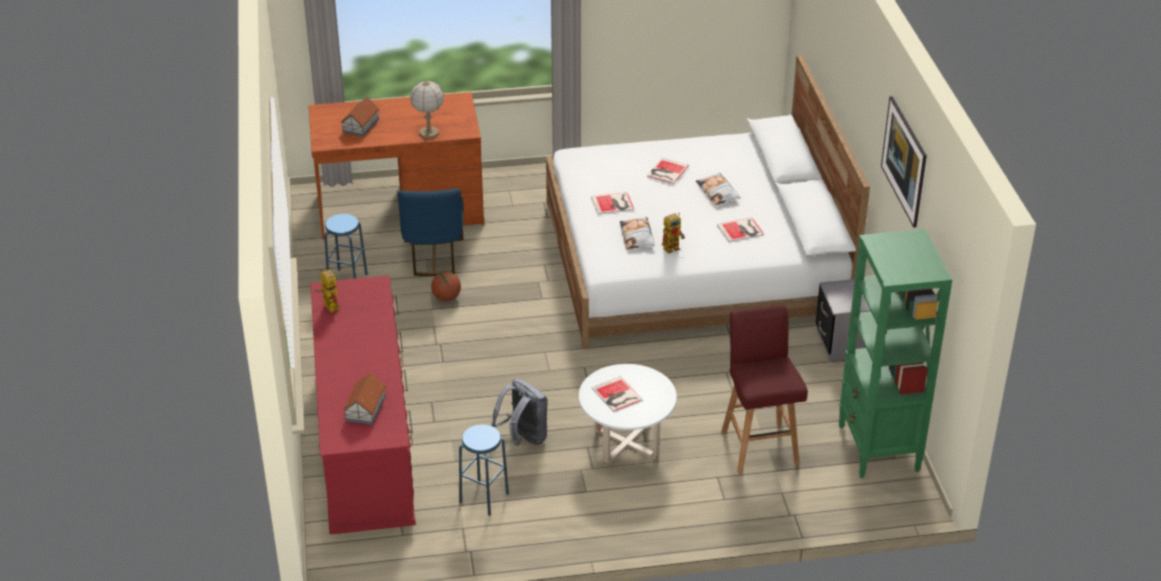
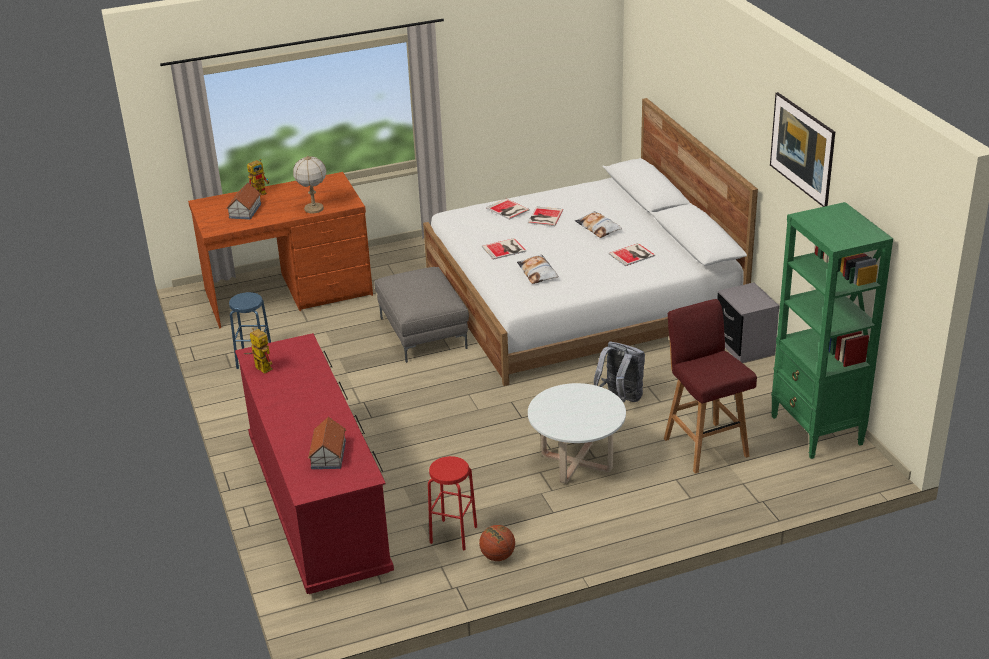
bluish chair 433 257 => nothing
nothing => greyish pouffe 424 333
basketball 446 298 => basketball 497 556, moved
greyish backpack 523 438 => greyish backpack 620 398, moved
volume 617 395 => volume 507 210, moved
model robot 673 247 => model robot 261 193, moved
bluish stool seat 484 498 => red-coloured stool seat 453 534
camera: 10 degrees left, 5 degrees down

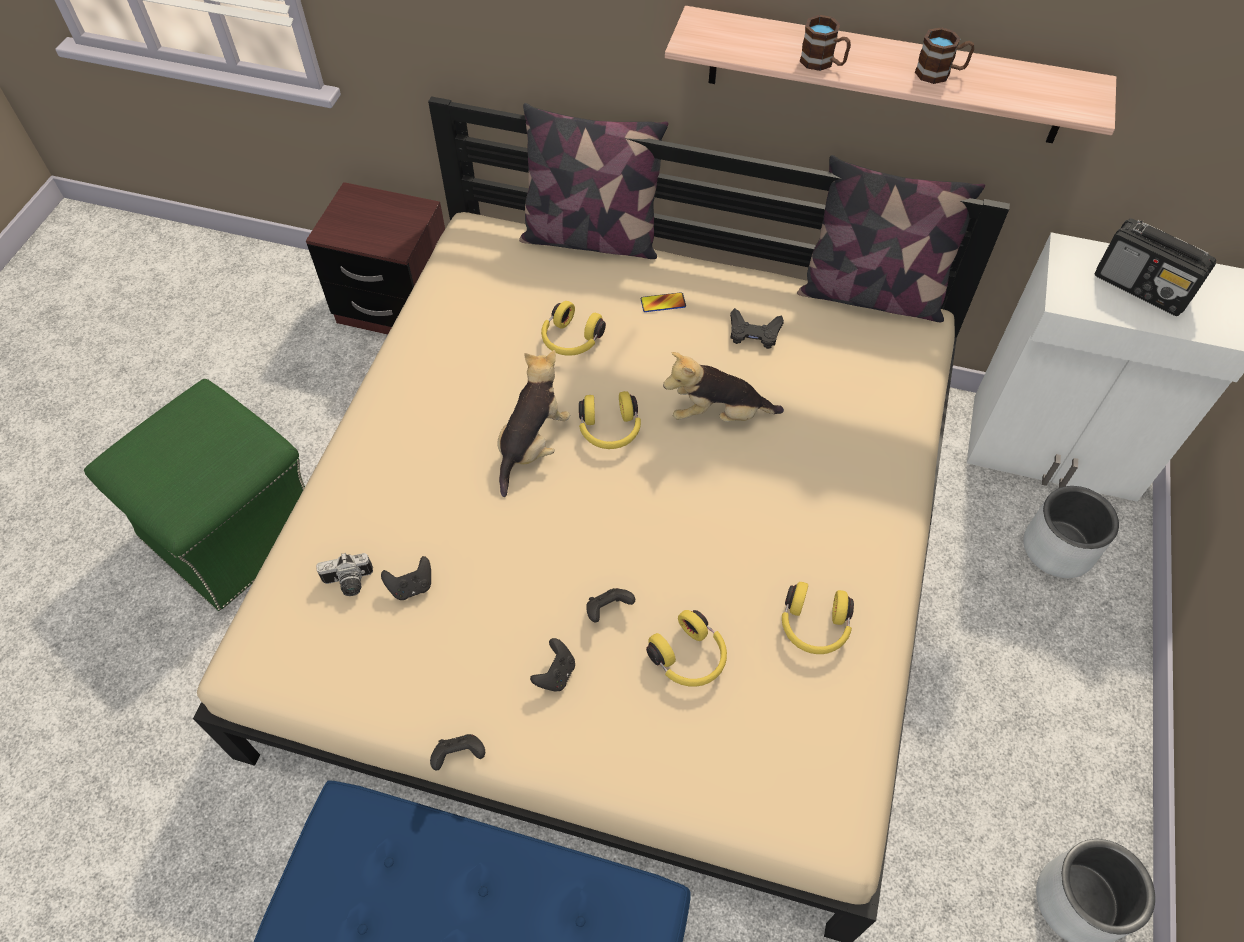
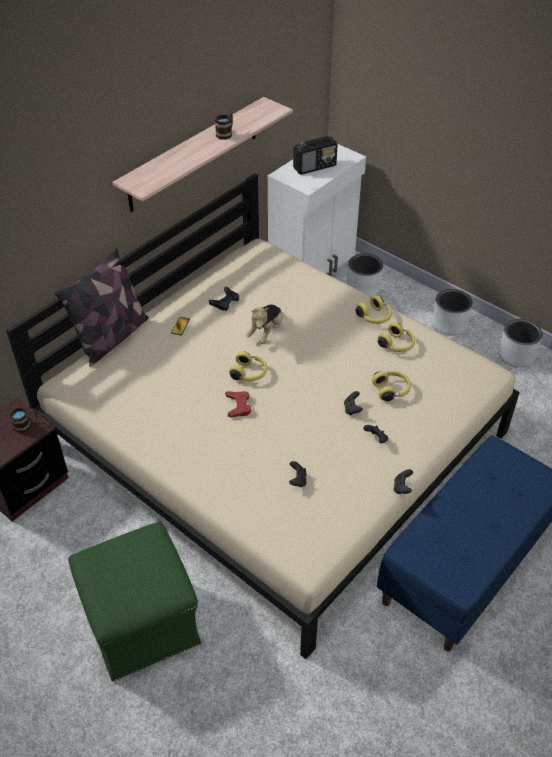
still camera 349 583 => nothing
throw pillow 871 295 => nothing
nothing => greyish plant pot 449 324
yellowish pair of headphones 571 340 => yellowish pair of headphones 374 317, moved
brownish mug 823 63 => brownish mug 26 425, moved
soft toy 532 445 => red-coloured joypad 238 406
camera: 65 degrees left, 10 degrees down

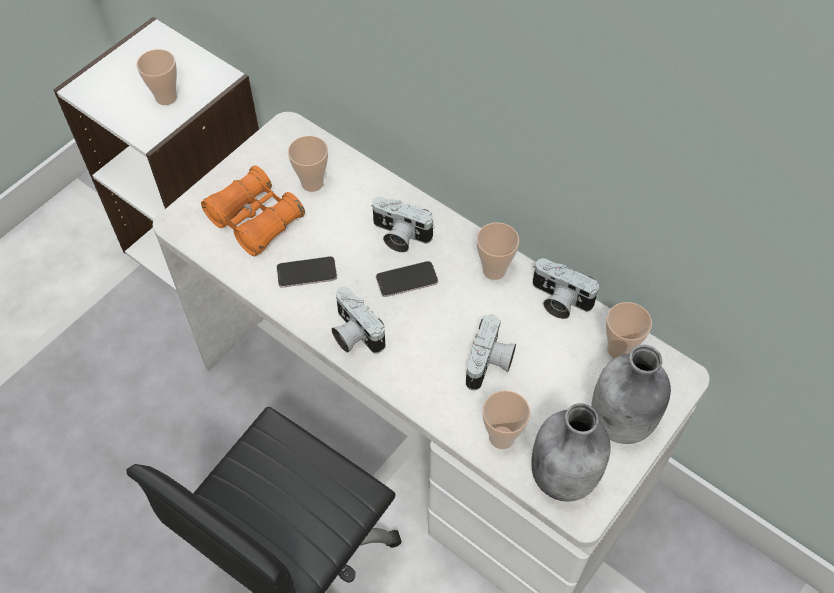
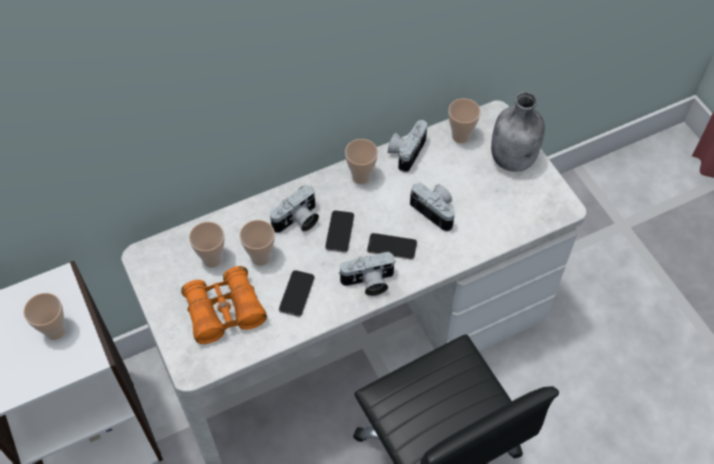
greyish drink bottle 564 475 => nothing
nothing => telephone 392 247
small cup 502 437 => small cup 260 257, moved
still camera 558 300 => still camera 406 151, 150 degrees clockwise
camera: 65 degrees left, 0 degrees up

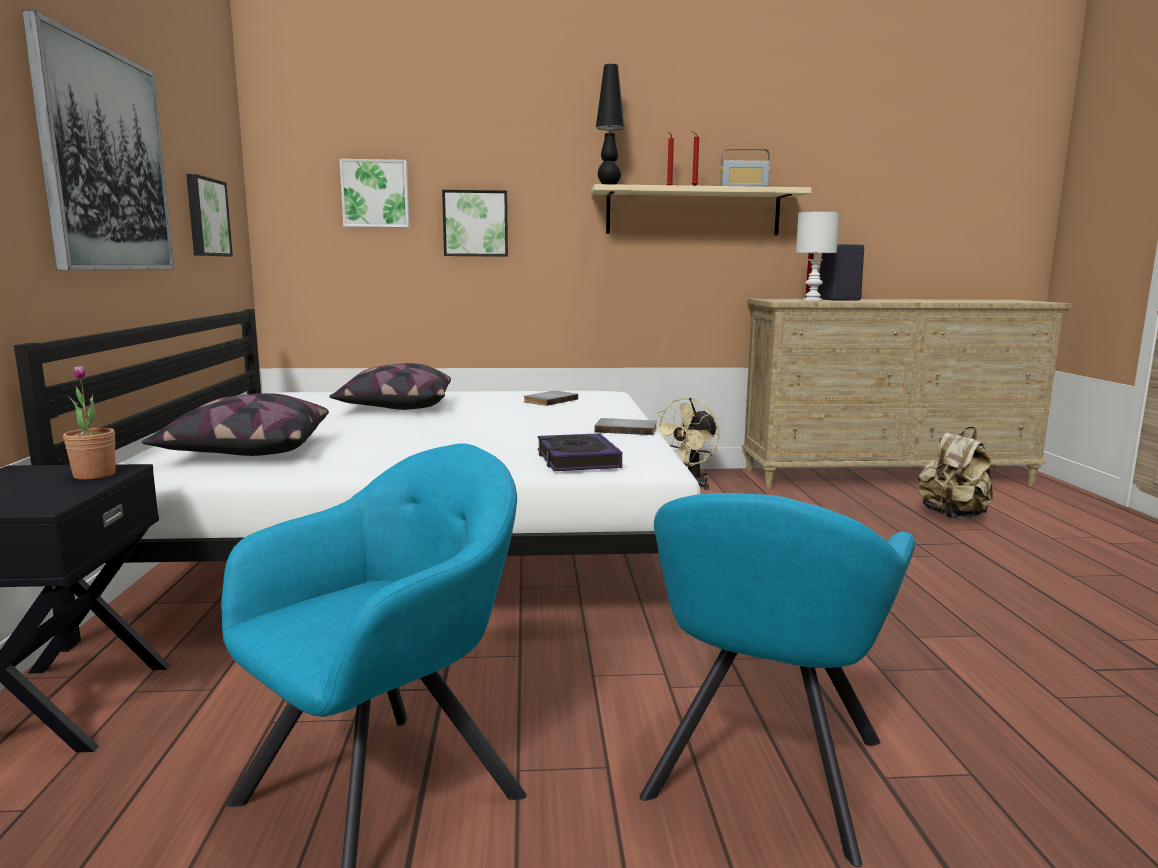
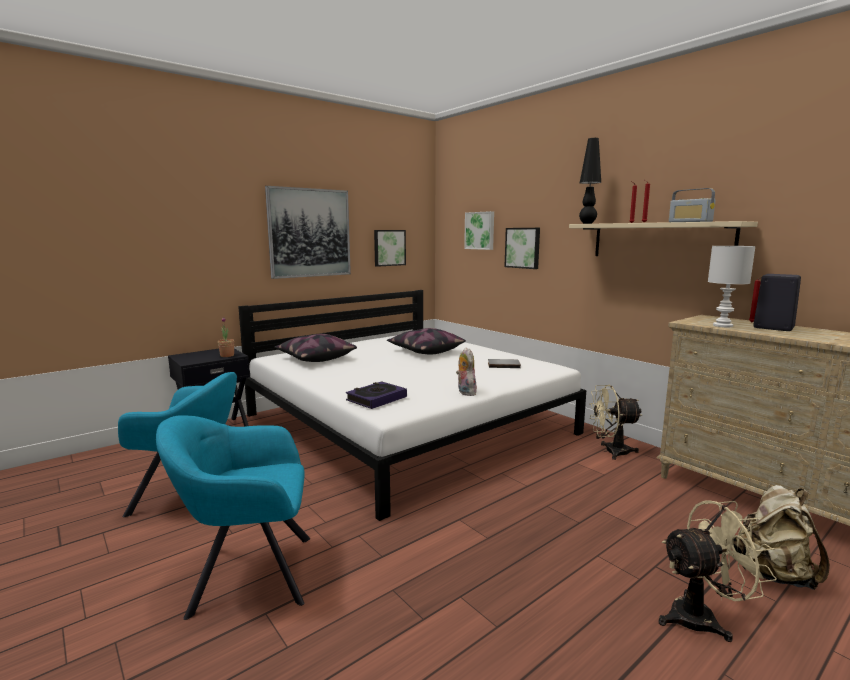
nothing => sand-coloured fan 702 617
greyish volume 626 429 => soft toy 465 392
camera: 55 degrees right, 0 degrees up

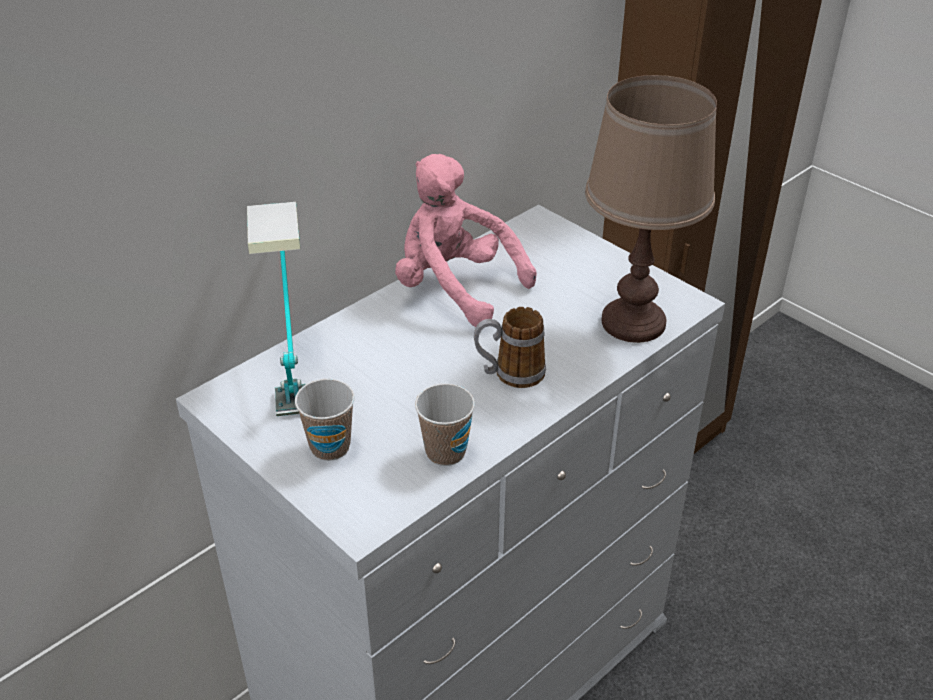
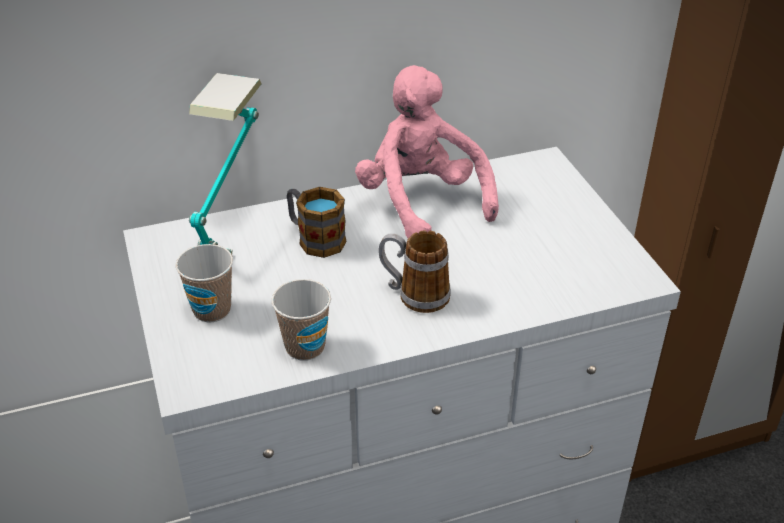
brownish lamp for a table 632 322 => nothing
nothing => mug 315 238
camera: 25 degrees right, 0 degrees up

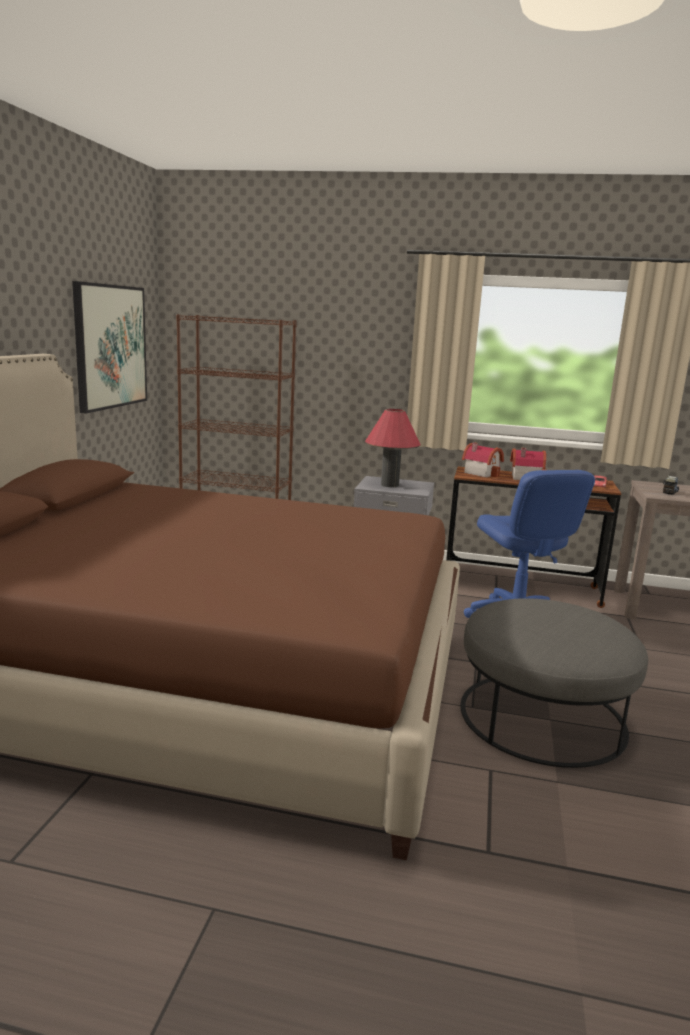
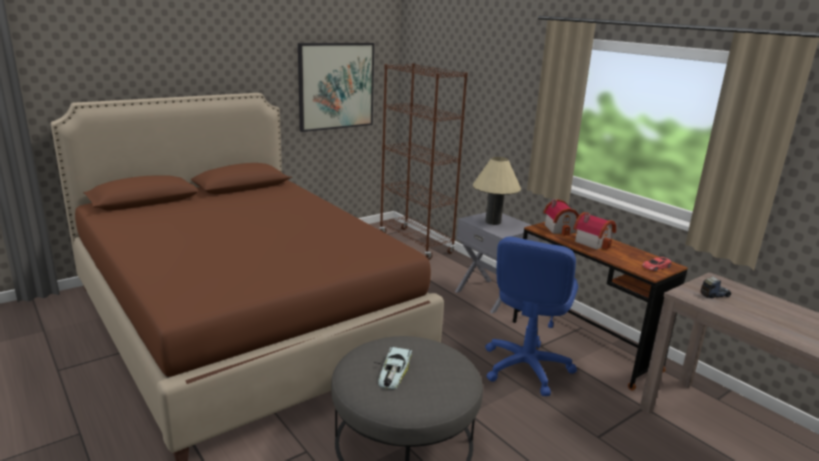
nothing => miniature car 393 372
red-coloured lamp for a table 389 485 => sand-coloured lamp for a table 493 222
camera: 40 degrees right, 5 degrees up

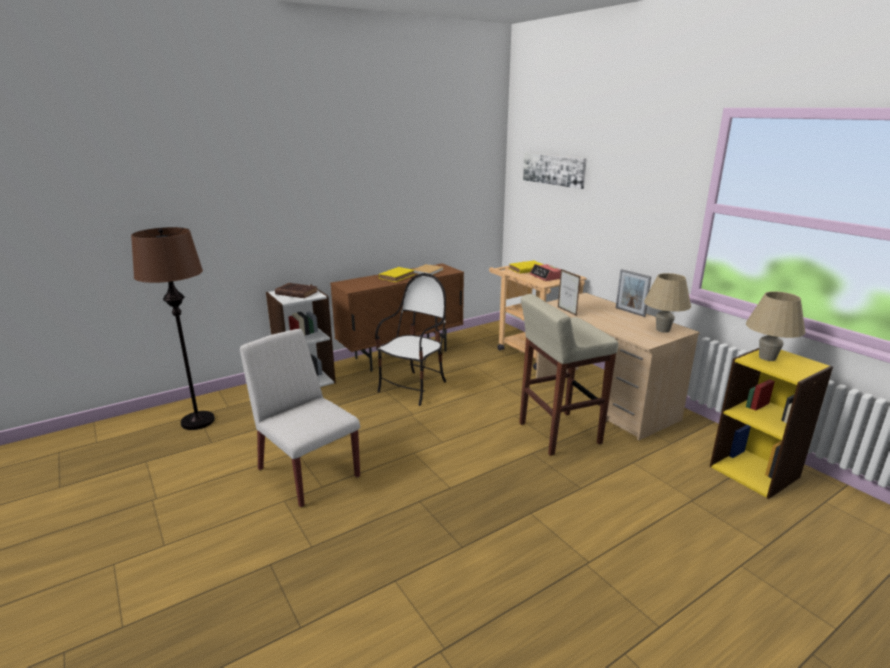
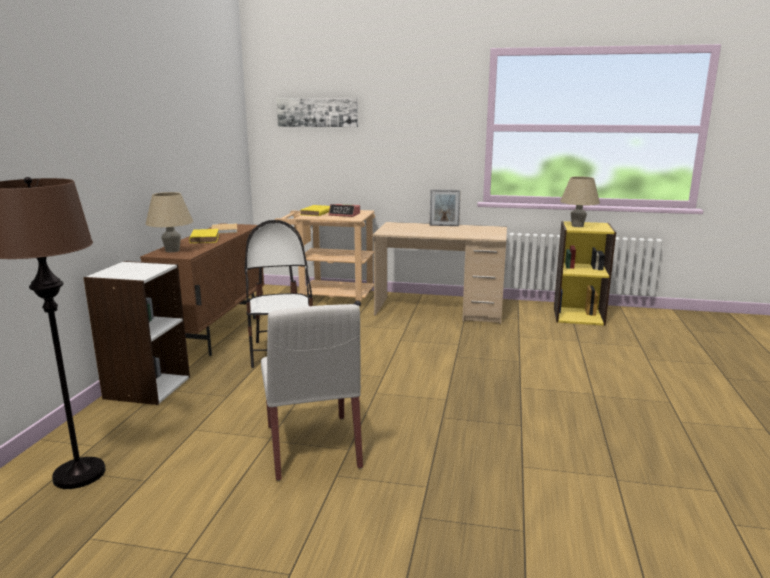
brownish volume 295 293 => nothing
sand-coloured stool seat 558 433 => nothing
standing frame 567 311 => nothing
sand-coloured lamp for a table 663 330 => sand-coloured lamp for a table 172 250, moved
white chair 307 472 => white chair 313 447, 105 degrees counterclockwise
camera: 45 degrees left, 5 degrees down

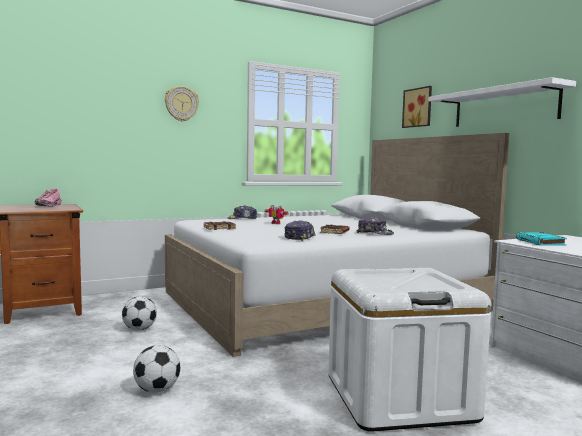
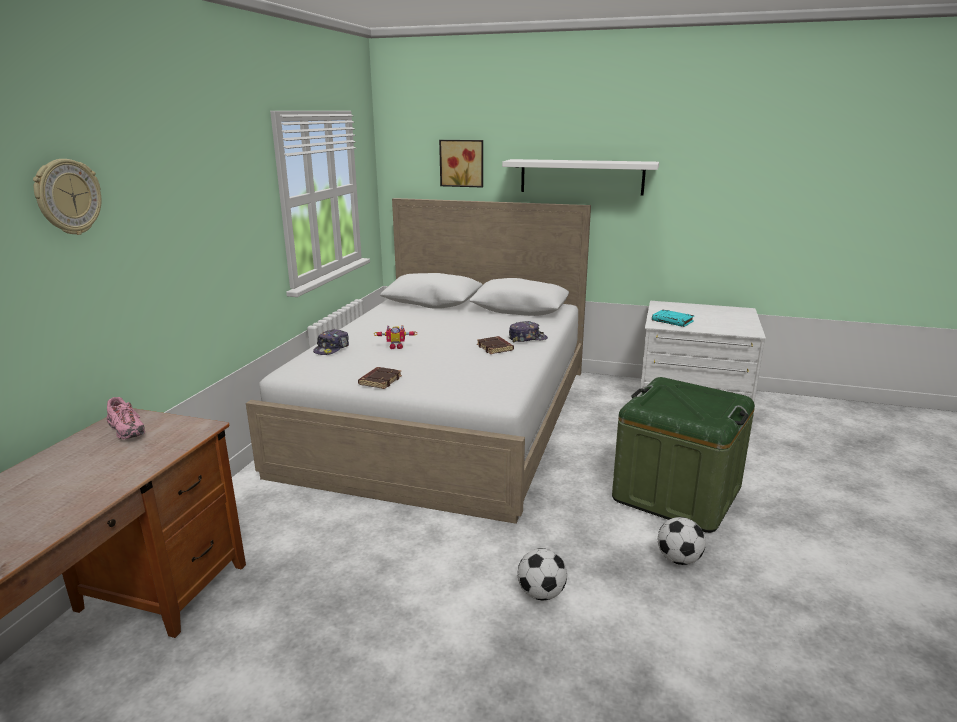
peaked cap 299 238 => nothing
football ball 139 329 => football ball 678 559, moved
wall clock 181 104 => wall clock 67 197, moved
white storage container 399 397 => greenish storage container 676 493
camera: 45 degrees left, 15 degrees up

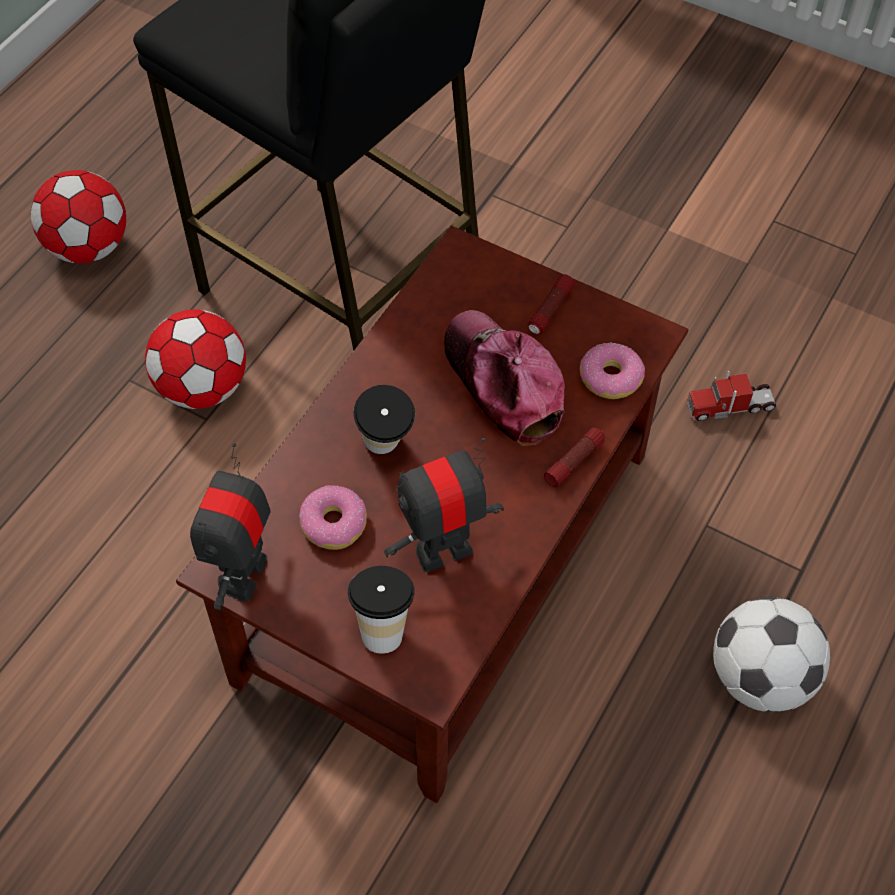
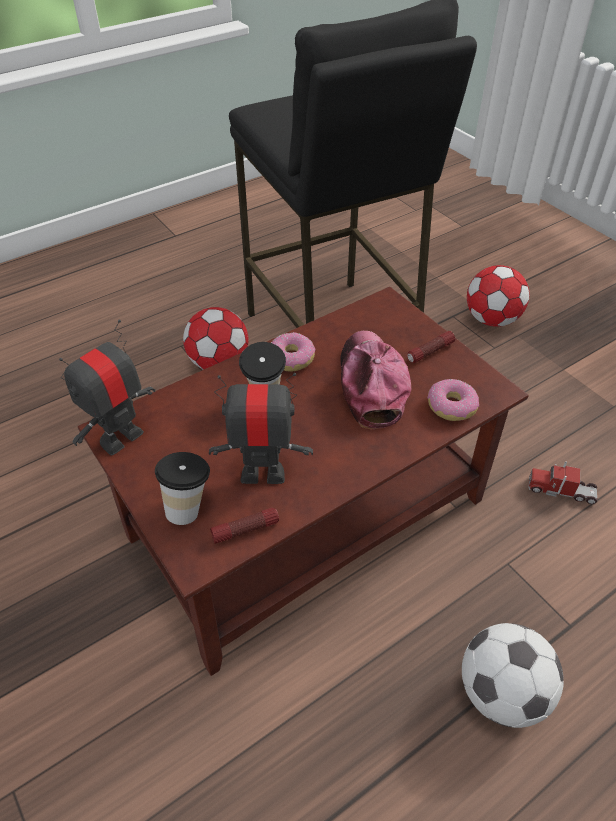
football ball 89 247 => football ball 491 319, moved
doughnut 333 523 => doughnut 291 358, moved
hand torch 574 461 => hand torch 245 529, moved
camera: 25 degrees right, 10 degrees down

